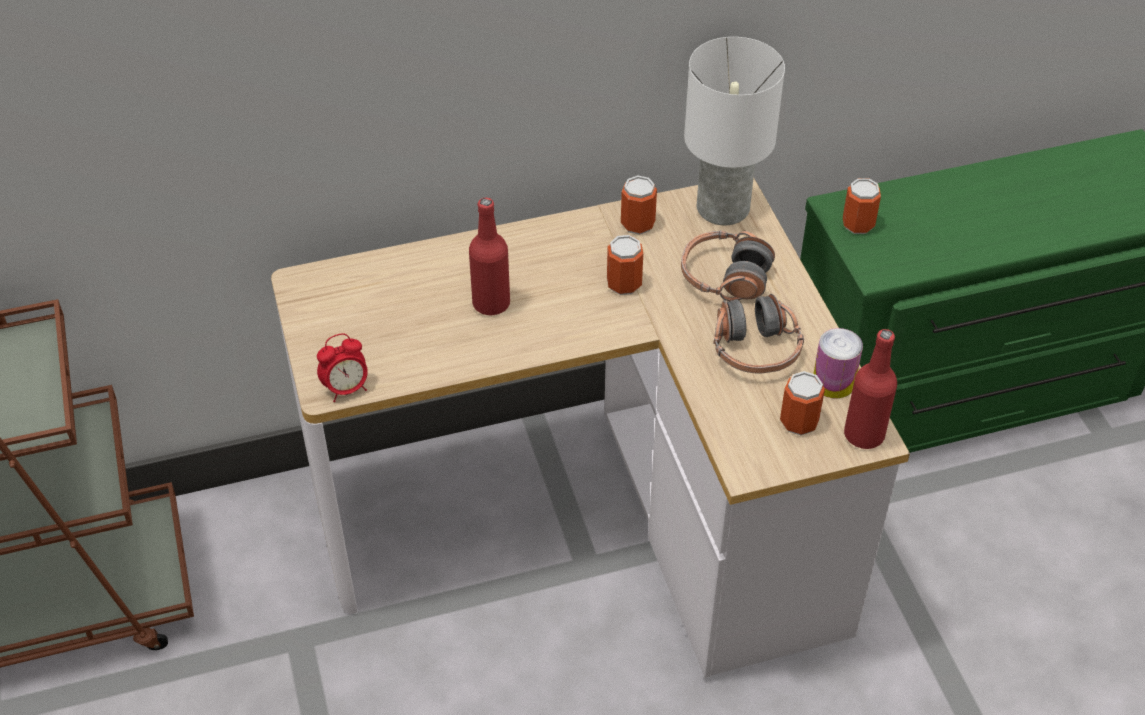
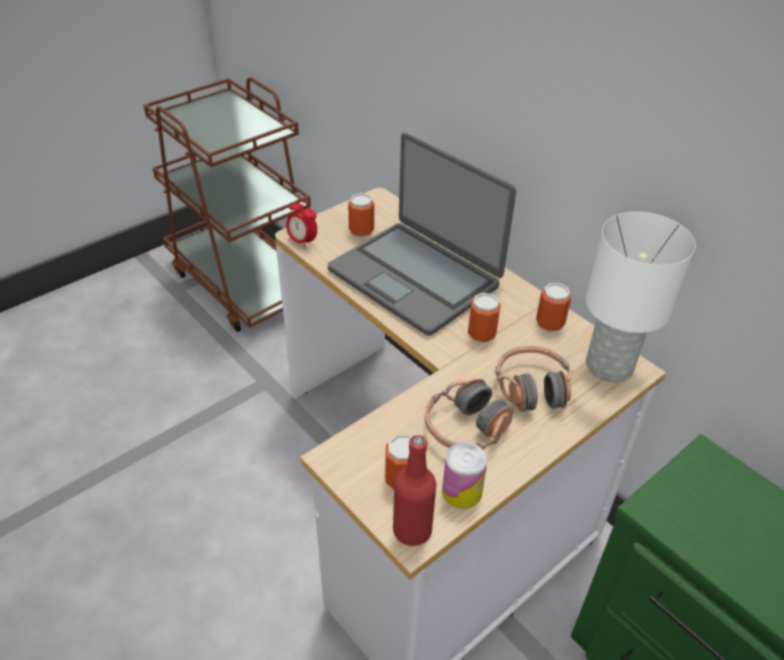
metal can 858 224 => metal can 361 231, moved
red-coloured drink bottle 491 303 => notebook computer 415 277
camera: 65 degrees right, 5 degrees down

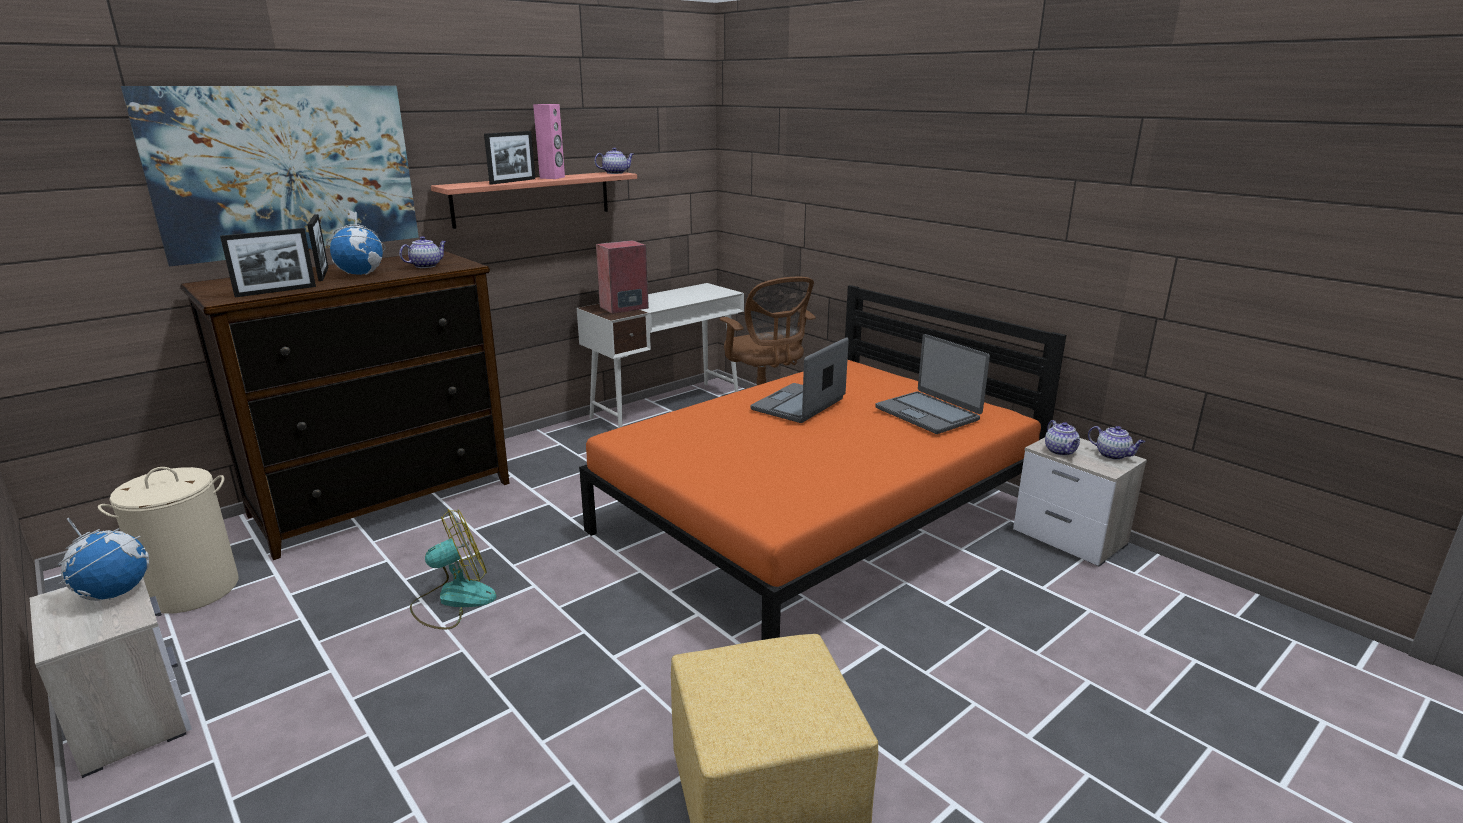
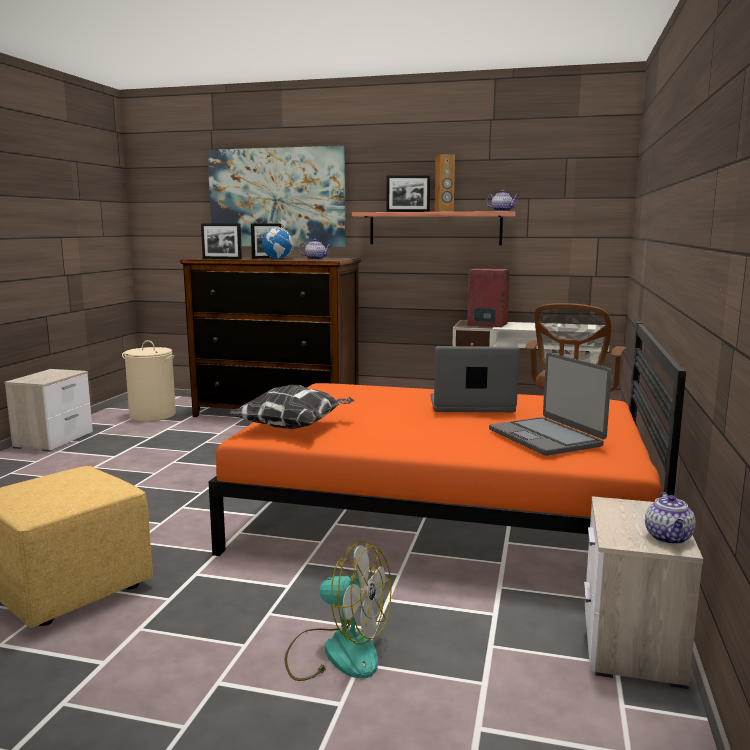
desk globe 114 592 => nothing
tea pot 1061 451 => nothing
nothing => throw pillow 294 428
fan 453 600 => fan 337 651, moved
pinkish loudspeaker 552 177 => brownish loudspeaker 444 211
notebook computer 928 413 => notebook computer 546 437, 45 degrees counterclockwise
camera: 55 degrees right, 10 degrees down

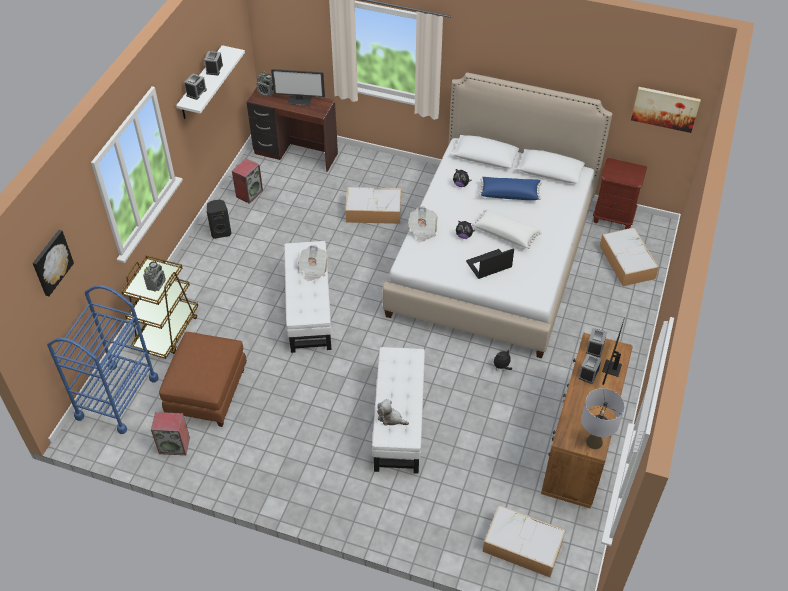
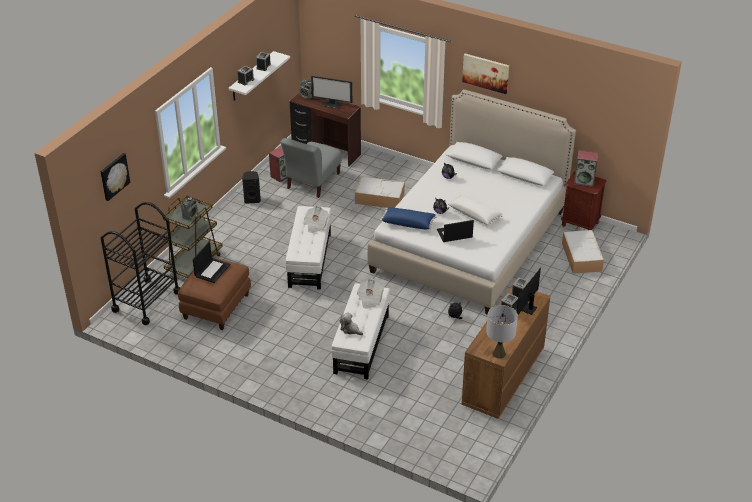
storage container 521 545 => nothing
nothing => notebook computer 212 270
nothing => greyish chair 312 182
loudspeaker 175 445 => loudspeaker 584 181, moved
daily paper 422 230 => daily paper 370 300, moved
bluish throw pillow 509 193 => bluish throw pillow 408 223, moved
wall picture 665 108 => wall picture 486 73, moved
bluish trolley 117 398 => black trolley 146 301
camera: 10 degrees right, 10 degrees down

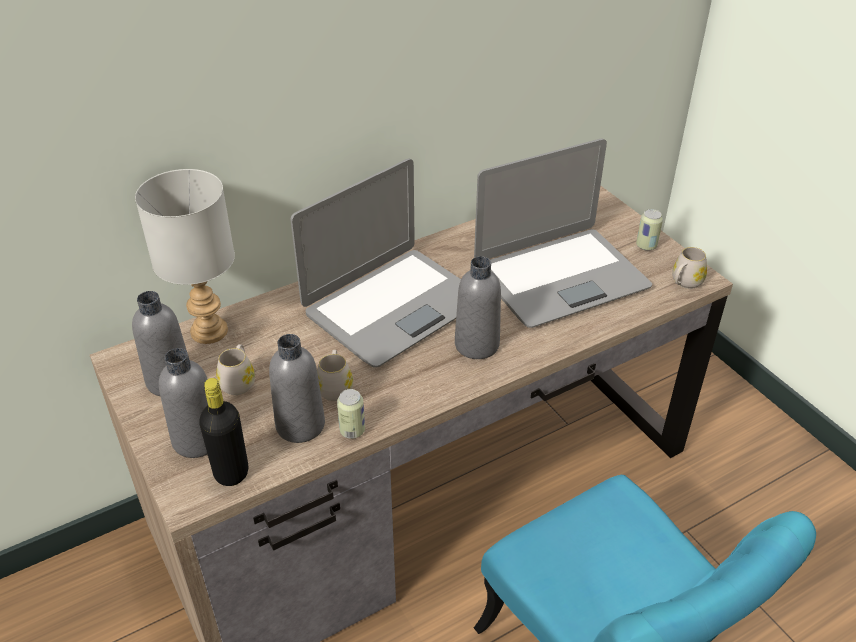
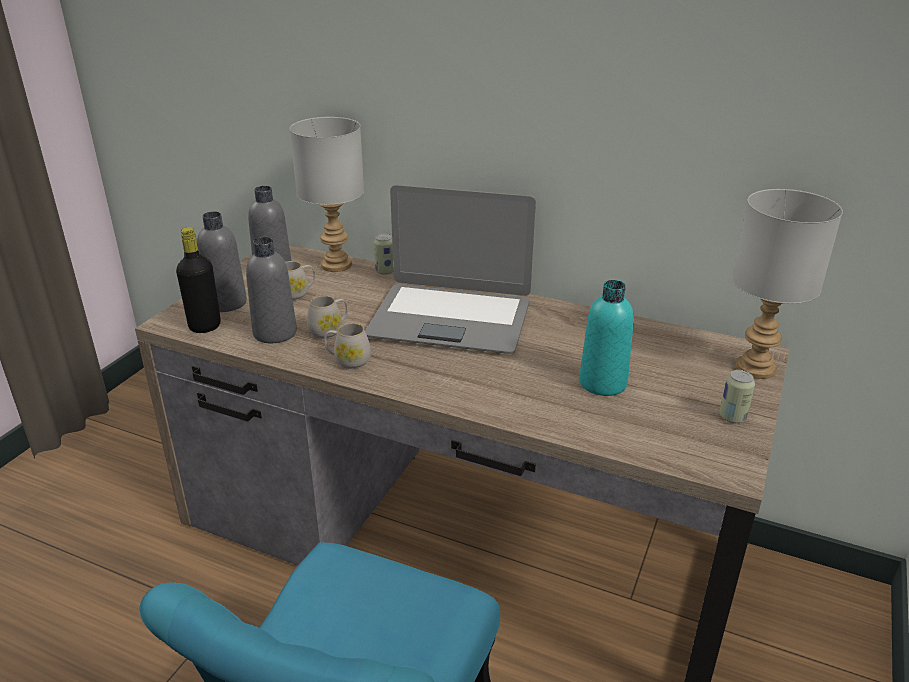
greyish drink bottle 477 345 => nothing
nothing => greyish lamp for a table 753 368
metal can 352 430 => metal can 385 271, moved
white mug 684 283 => white mug 348 361, moved
notebook computer 560 277 => turquoise drink bottle 603 383
camera: 55 degrees right, 10 degrees down

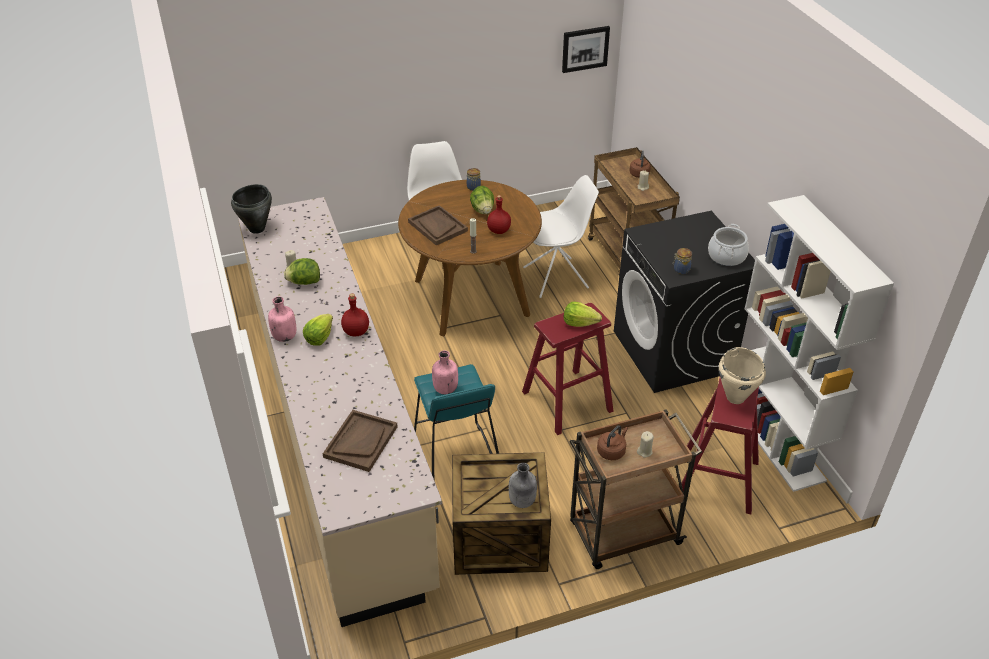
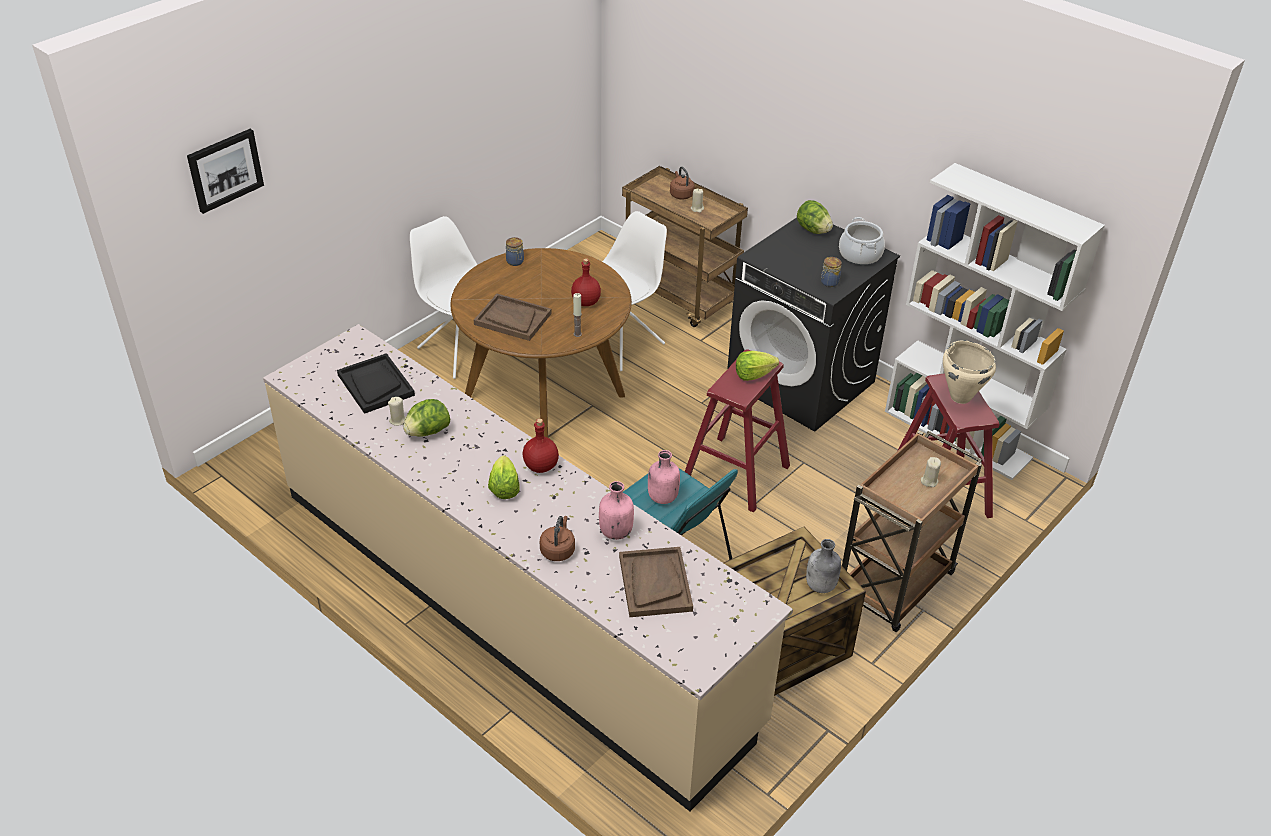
black saucepot 257 229 => nothing
nothing => black serving tray 375 385
pinkish drink bottle 285 336 => pinkish drink bottle 615 531, moved
lettuce 482 210 => lettuce 813 230, moved
wall picture 585 48 => wall picture 225 170, moved
brownish kettle 612 451 => brownish kettle 558 550, moved
camera: 30 degrees left, 0 degrees up

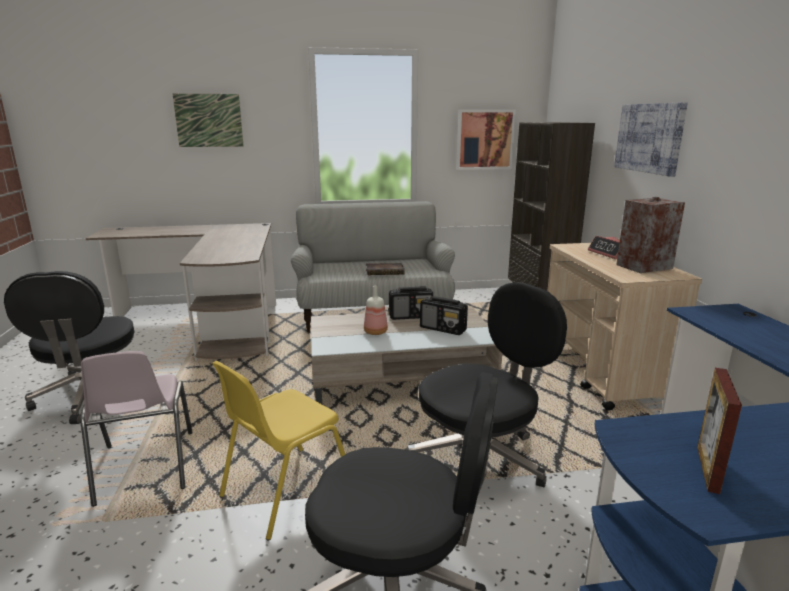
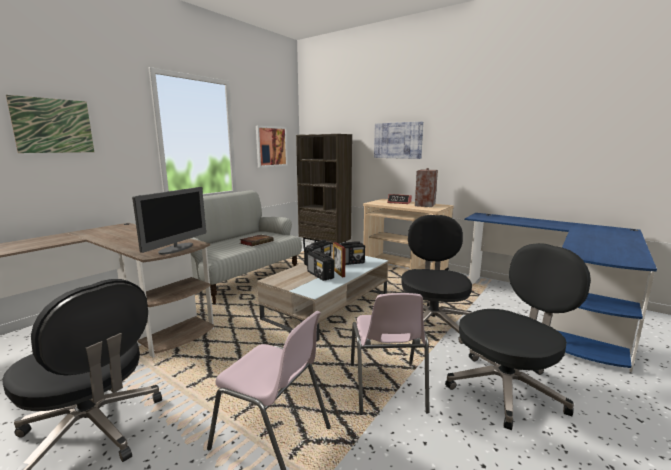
nothing => computer screen 176 249
standing frame 707 469 => standing frame 339 273, moved
drink bottle 376 332 => radio 320 275
yellowish chair 285 491 => pinkish chair 387 388
camera: 45 degrees left, 5 degrees down

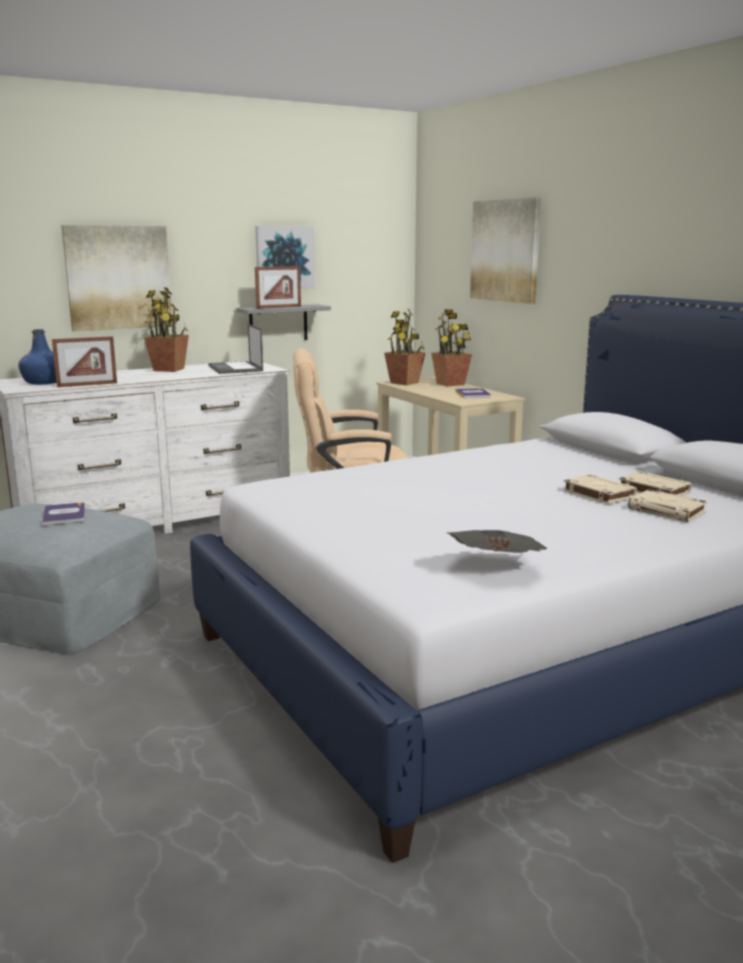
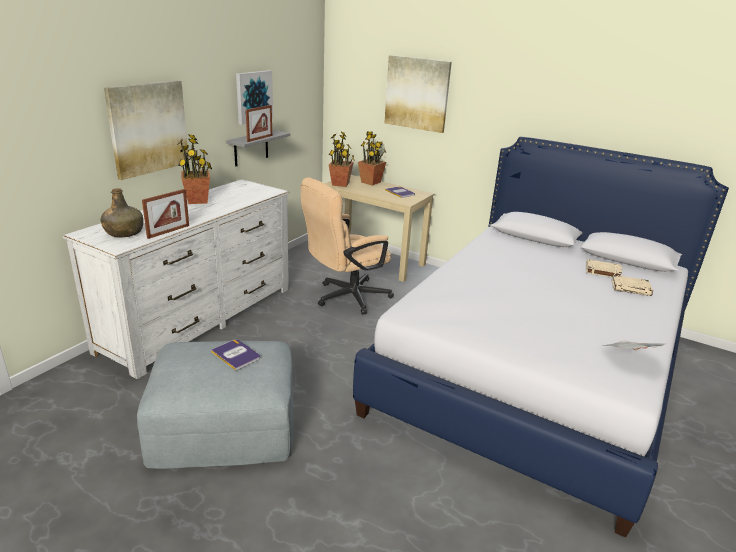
notebook computer 236 368 => nothing
sand-coloured volume 598 493 => nothing
bluish drink bottle 45 382 => greenish drink bottle 124 233
camera: 30 degrees left, 10 degrees up

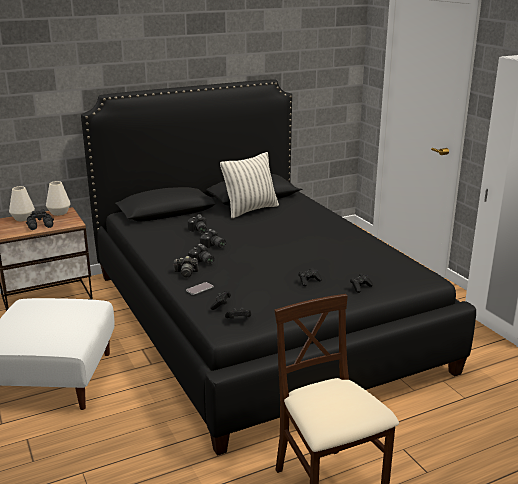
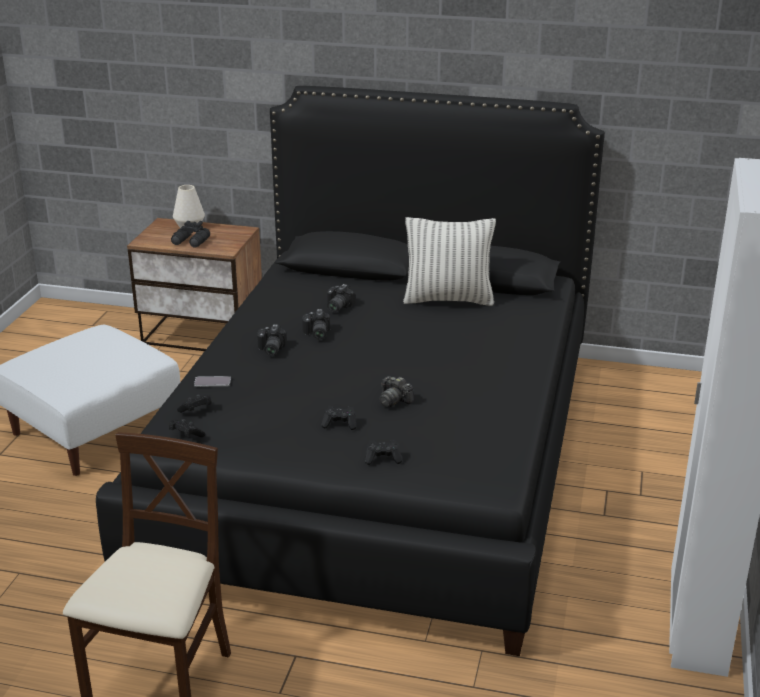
white flower vase 59 213 => nothing
still camera 186 273 => still camera 394 400, moved
camera: 40 degrees right, 5 degrees up

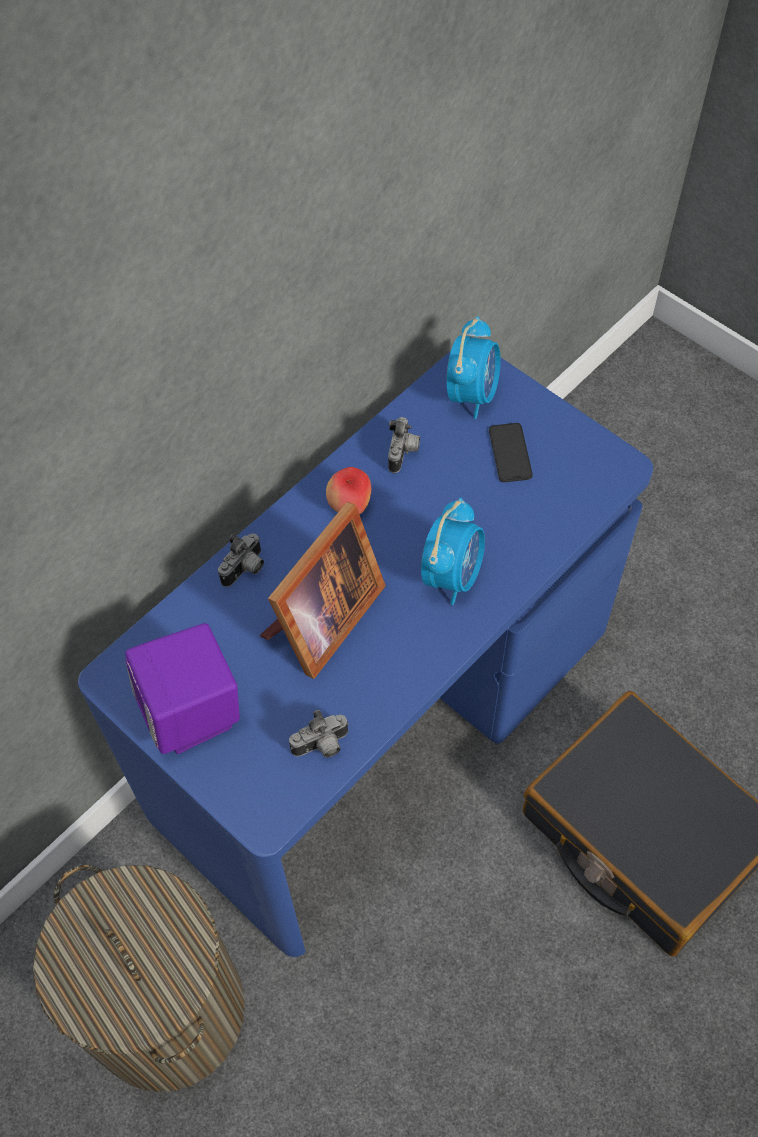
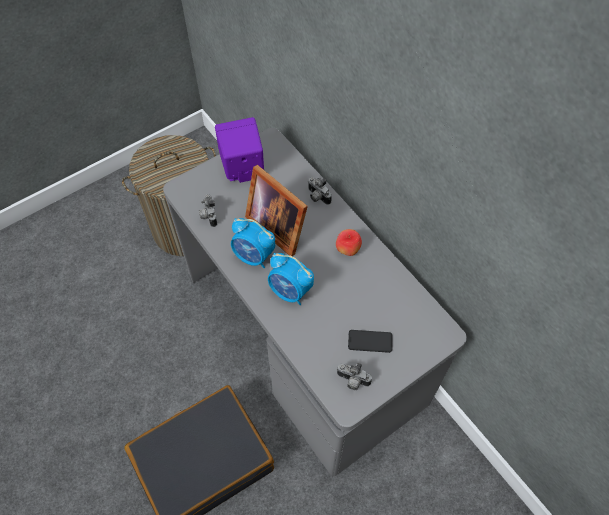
still camera 403 453 => still camera 352 381, moved
alarm clock 472 394 => alarm clock 254 256, moved
bluish desk 382 716 => greyish desk 305 339
camera: 100 degrees right, 0 degrees up

